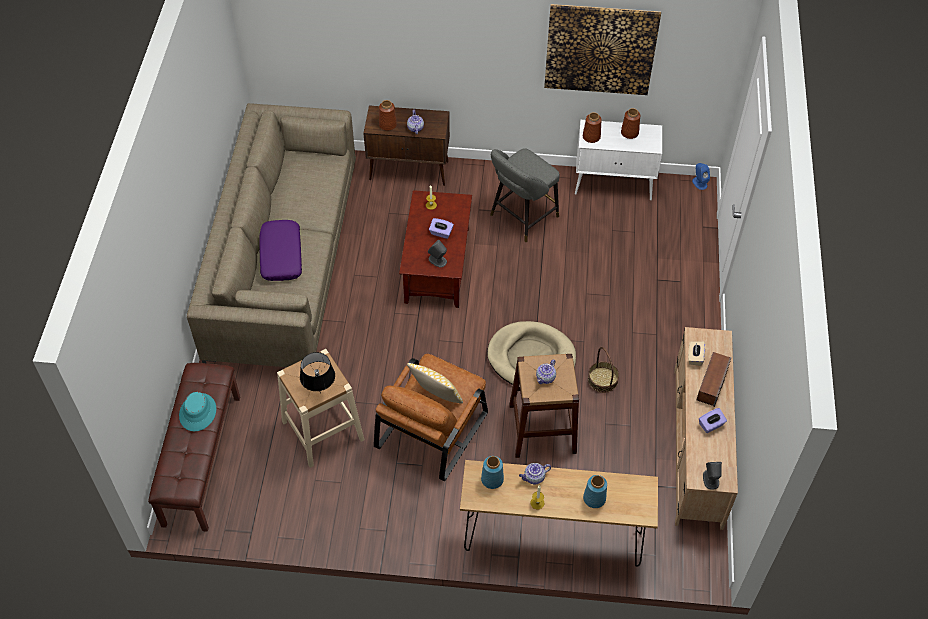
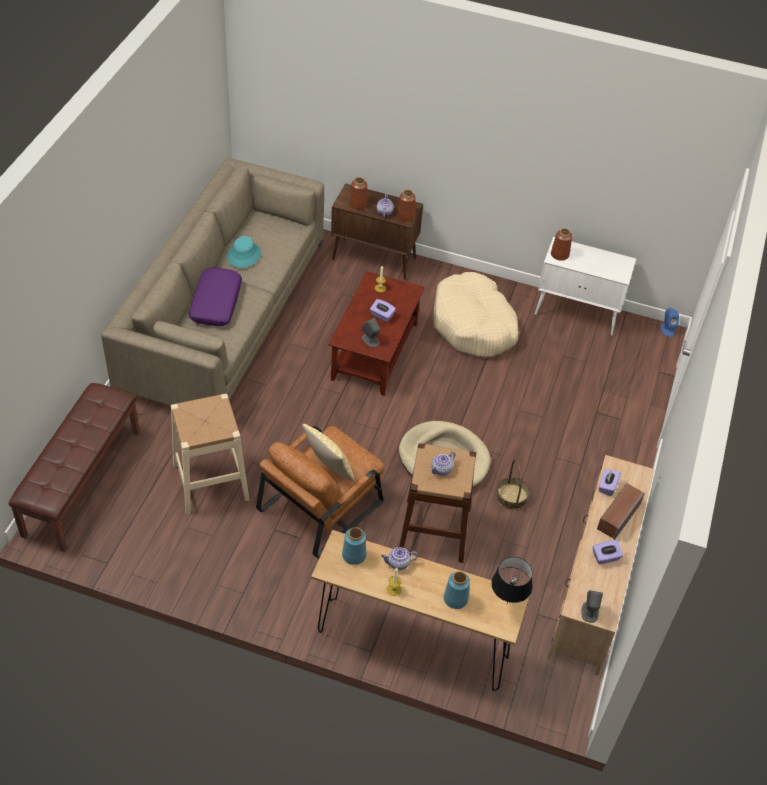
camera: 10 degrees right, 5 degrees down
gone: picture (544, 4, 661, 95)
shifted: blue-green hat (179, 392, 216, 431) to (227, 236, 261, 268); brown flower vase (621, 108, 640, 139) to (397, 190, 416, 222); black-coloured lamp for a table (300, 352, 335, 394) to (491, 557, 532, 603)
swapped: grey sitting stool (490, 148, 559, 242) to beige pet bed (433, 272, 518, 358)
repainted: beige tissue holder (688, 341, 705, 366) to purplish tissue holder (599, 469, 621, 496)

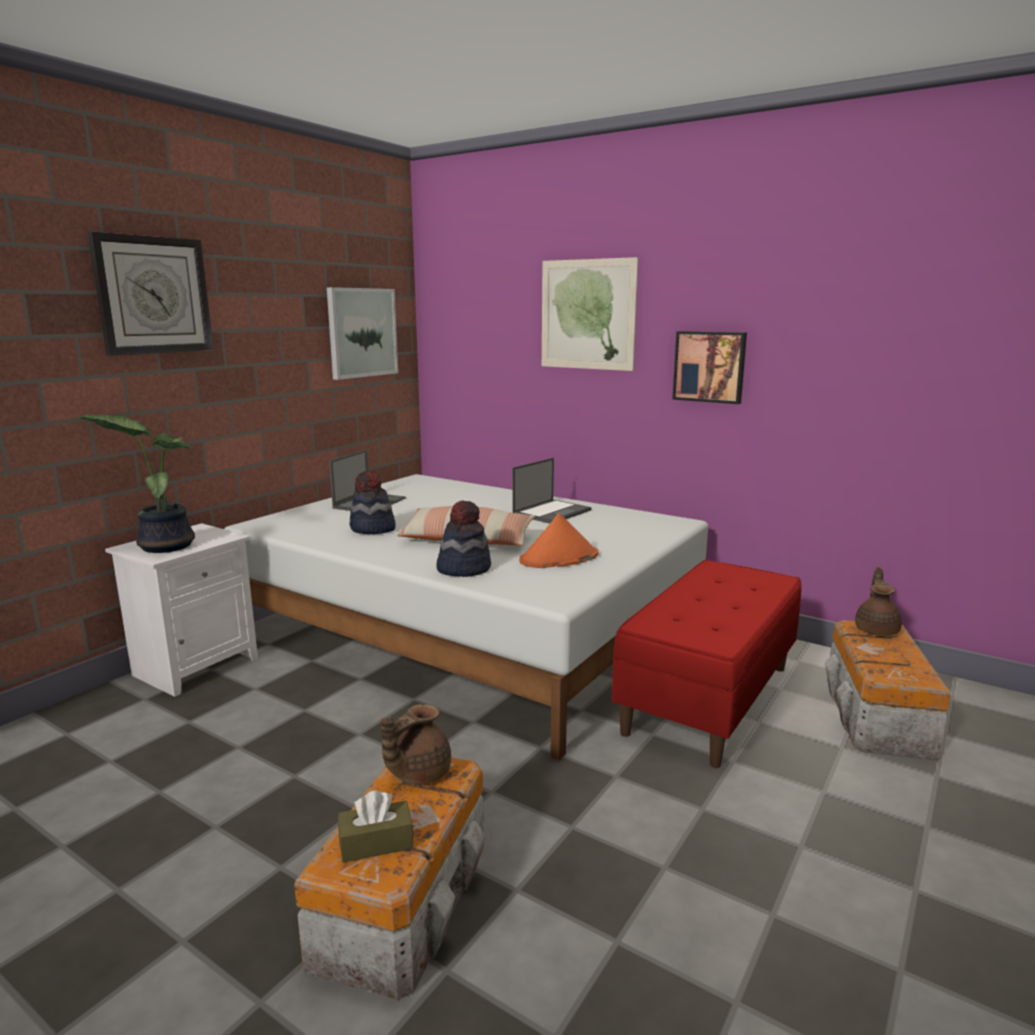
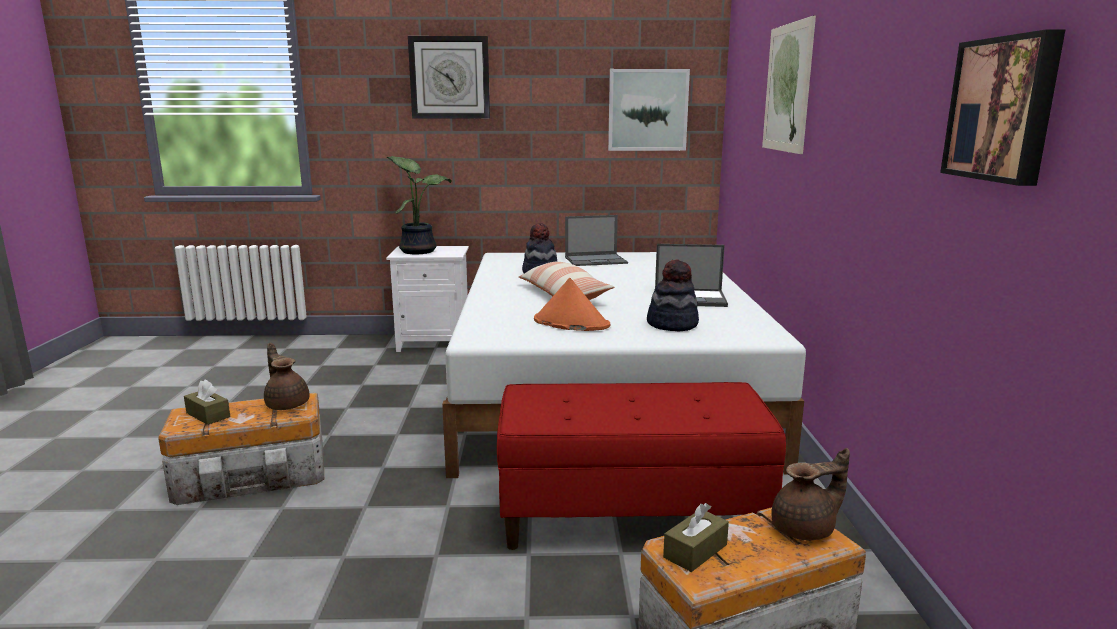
camera: 55 degrees right, 0 degrees up
new: brown tissue holder (663, 503, 729, 572)
shifted: hat (436, 501, 491, 577) to (647, 259, 699, 331); picture (672, 331, 747, 404) to (940, 29, 1066, 186)
rotated: brown pot for tea (381, 704, 451, 784) = (264, 343, 309, 410) 45 degrees clockwise

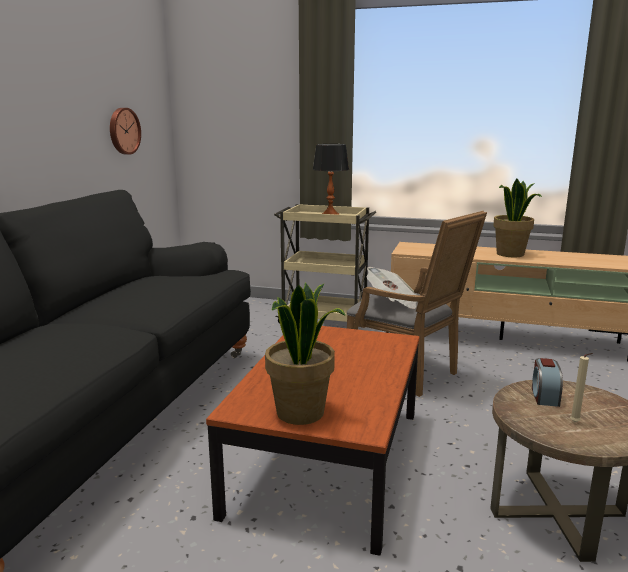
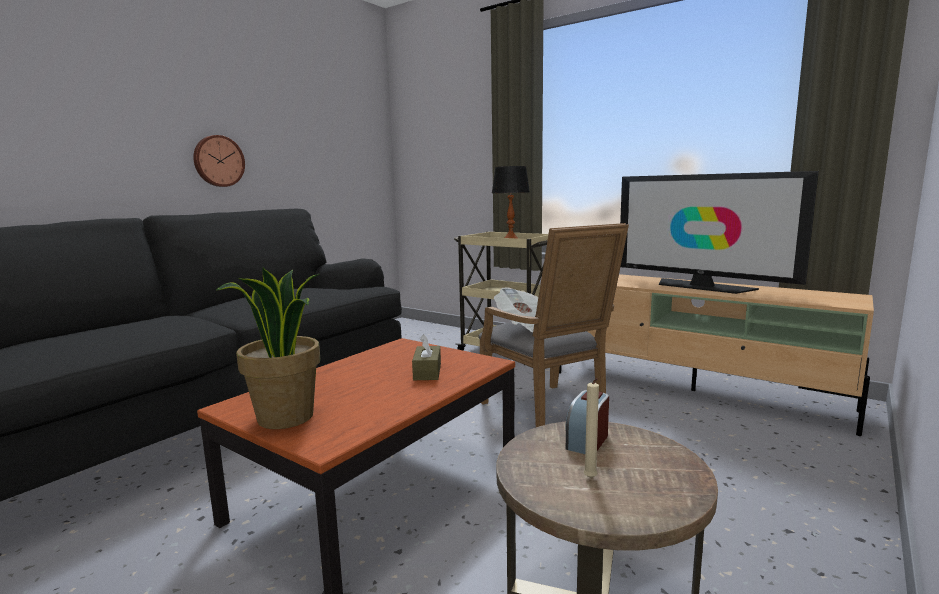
camera: 20 degrees right, 5 degrees down
new: brown tissue holder (412, 334, 441, 380)
shifted: clock on the wall (110, 108, 141, 155) to (193, 135, 245, 187)
swapped: houseplant (493, 179, 542, 257) to television (620, 171, 819, 294)

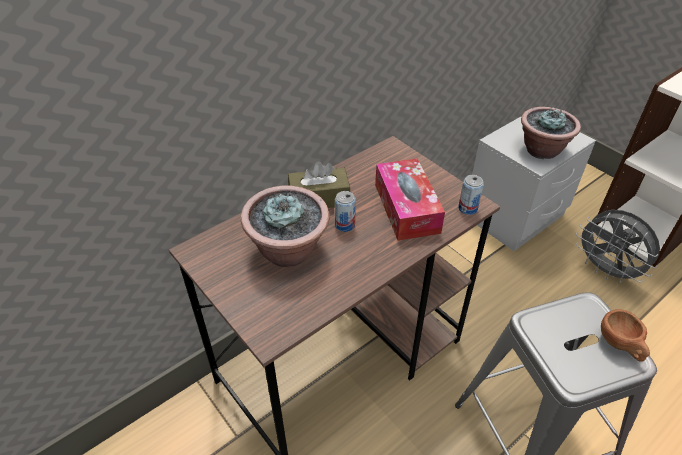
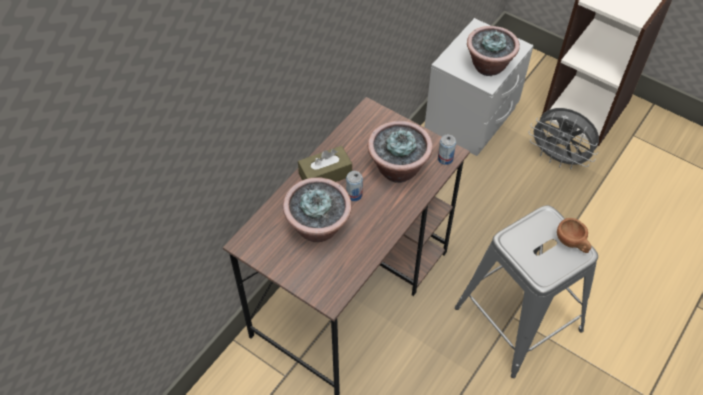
camera: 15 degrees left, 10 degrees up
swapped: tissue holder (375, 158, 445, 241) to houseplant (368, 121, 433, 183)

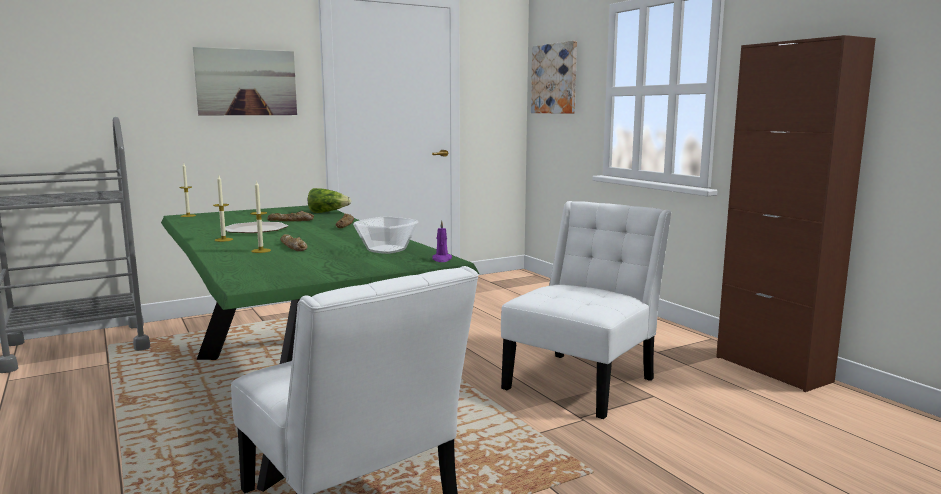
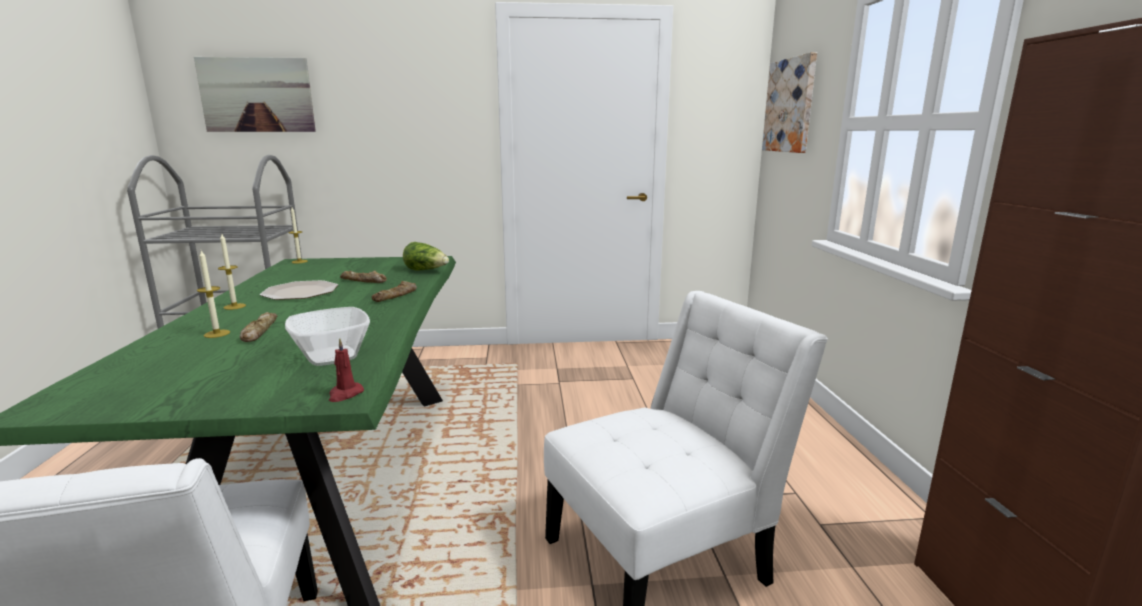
camera: 25 degrees right, 5 degrees up
shifted: picture (193, 47, 297, 115) to (194, 57, 316, 132)
repainted: purplish candle (432, 220, 452, 262) to red candle (329, 338, 364, 402)

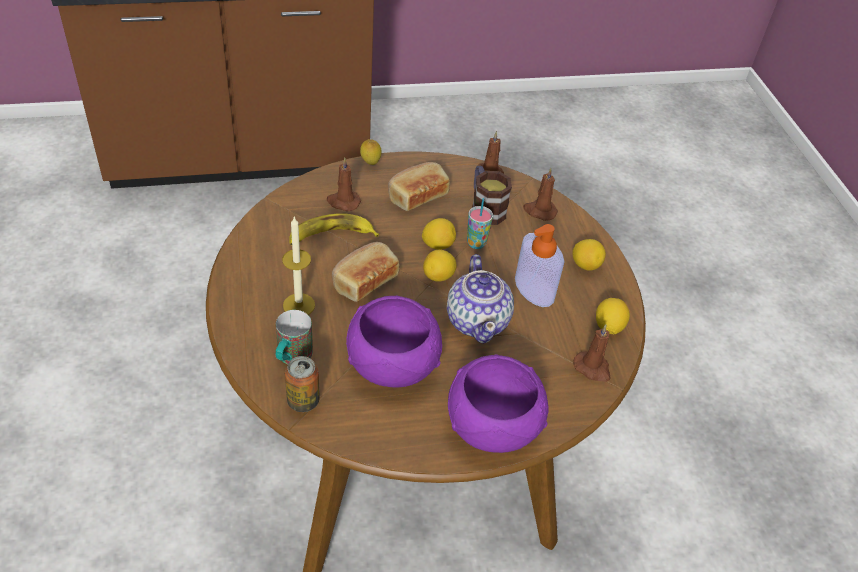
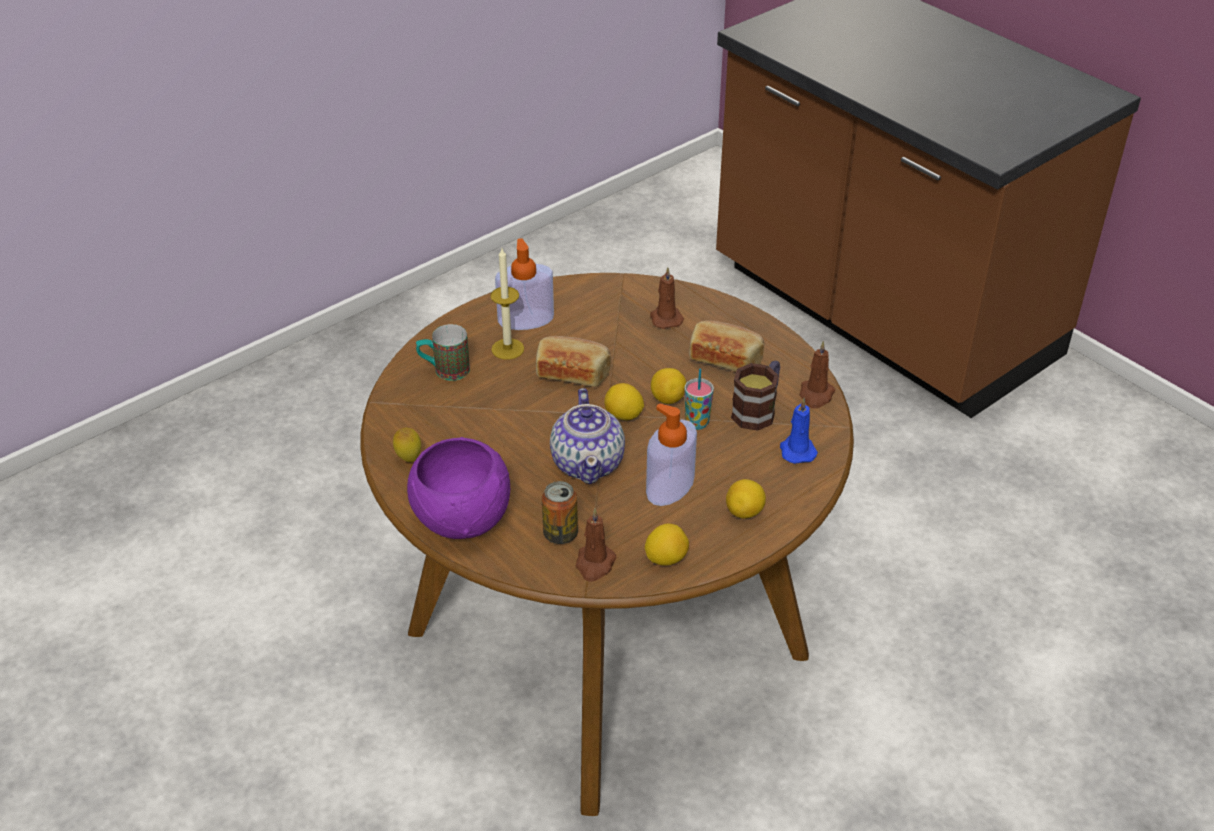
camera: 65 degrees right, 5 degrees down
gone: banana (289, 213, 379, 245); purplish serving bowl (346, 296, 442, 388)
new: liquid soap bottle (495, 238, 554, 330)
shifted: whole lemon (360, 139, 381, 165) to (393, 428, 421, 462); metal can (285, 356, 320, 412) to (542, 481, 578, 544)
repainted: brown candle (523, 168, 558, 221) to bluish candle (780, 398, 818, 464)
rotated: pot for tea (447, 254, 514, 344) = (550, 388, 625, 484) 60 degrees counterclockwise

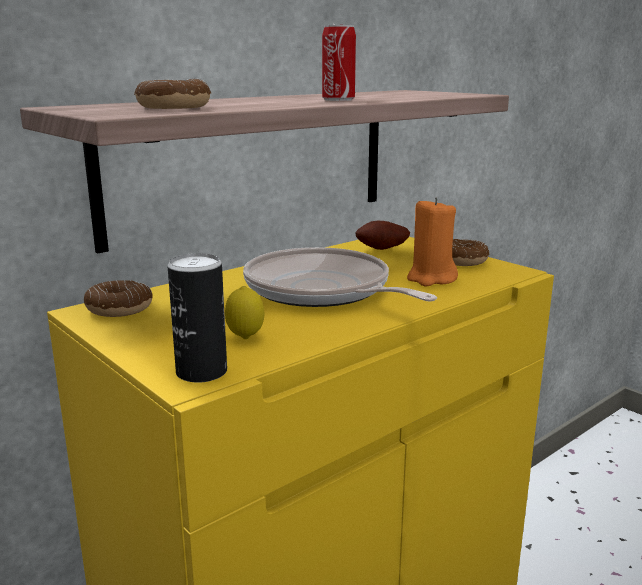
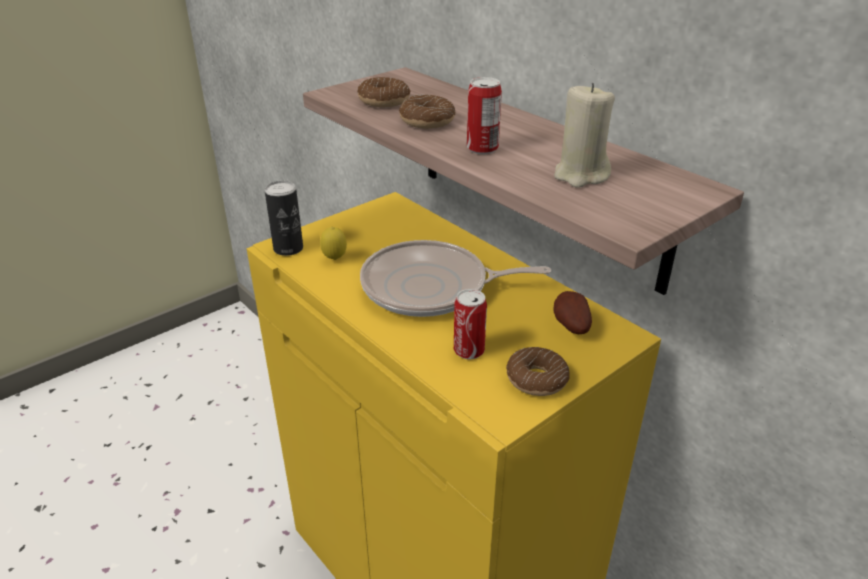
camera: 90 degrees right, 15 degrees up
new: beige candle (554, 83, 615, 188)
shifted: ring doughnut (84, 280, 153, 317) to (399, 95, 455, 129)
swapped: orange candle (407, 197, 458, 286) to metal can (454, 289, 487, 359)
rotated: pan (243, 247, 437, 307) = (360, 240, 551, 317) 135 degrees counterclockwise

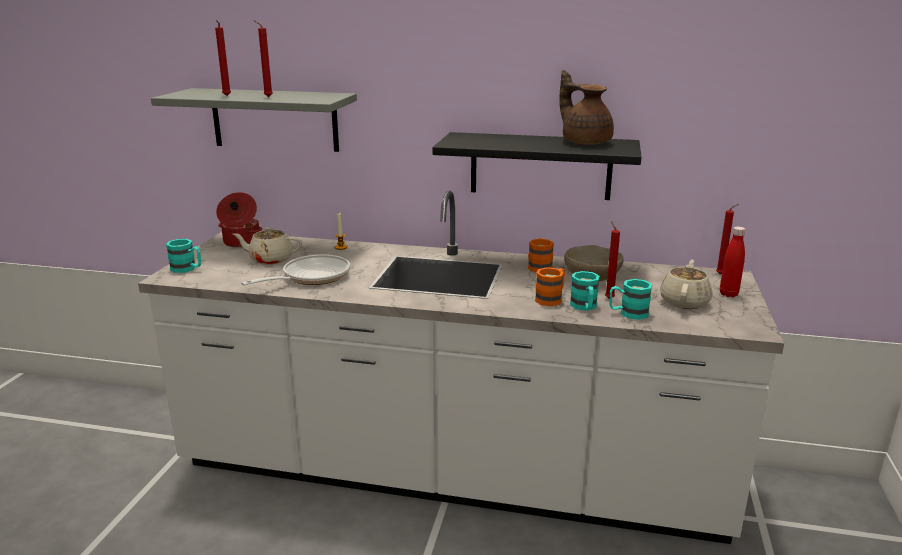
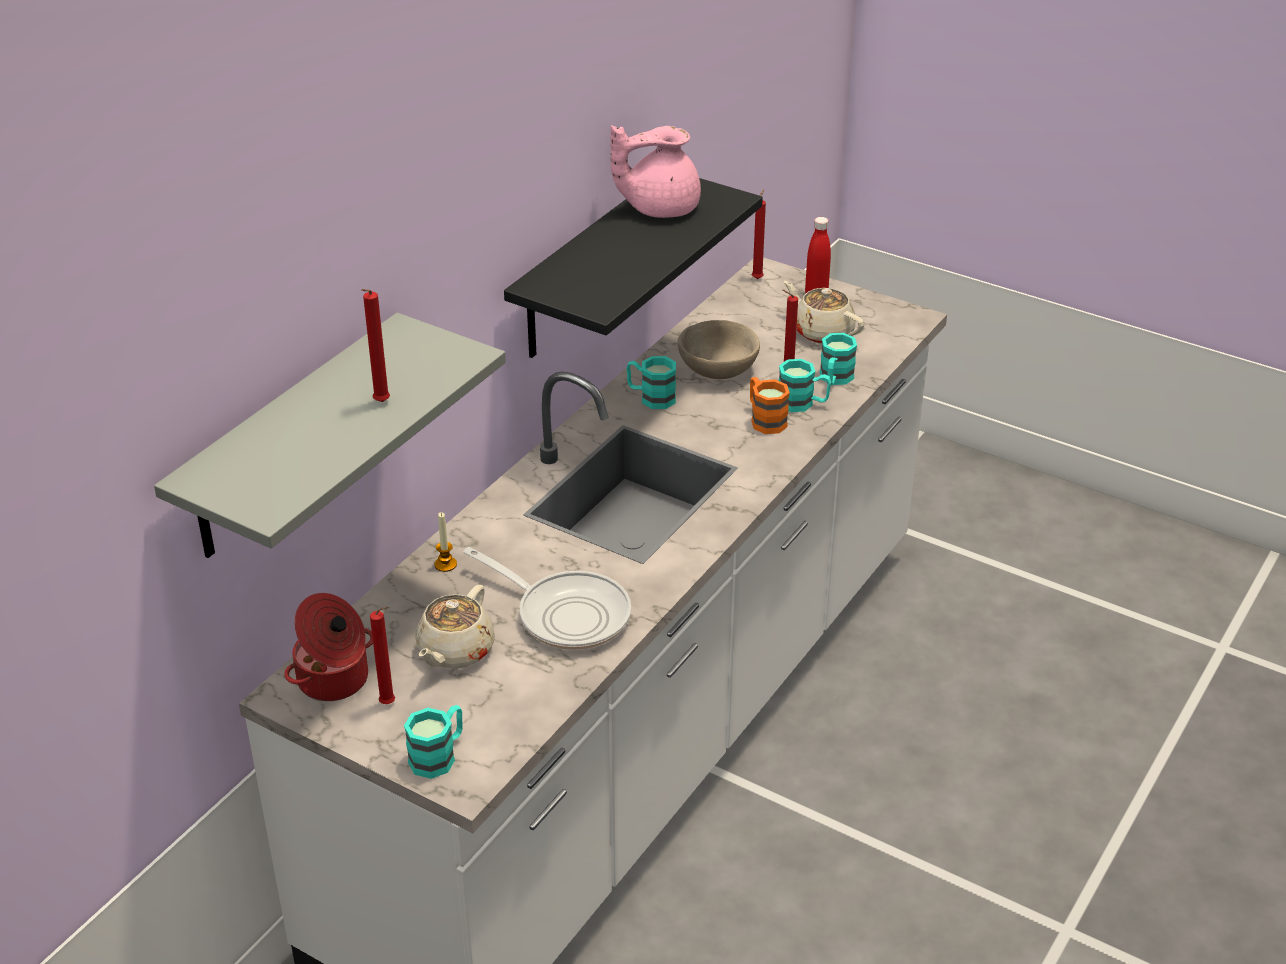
camera: 70 degrees left, 15 degrees up
shifted: red candle (215, 20, 231, 96) to (370, 607, 395, 704)
repainted: brown pot for tea (559, 70, 614, 145) to pink pot for tea (611, 125, 701, 218); orange coffee mug (528, 238, 554, 272) to blue-green coffee mug (626, 356, 676, 409)
rotated: pan (241, 254, 350, 286) = (463, 547, 631, 650) 150 degrees clockwise

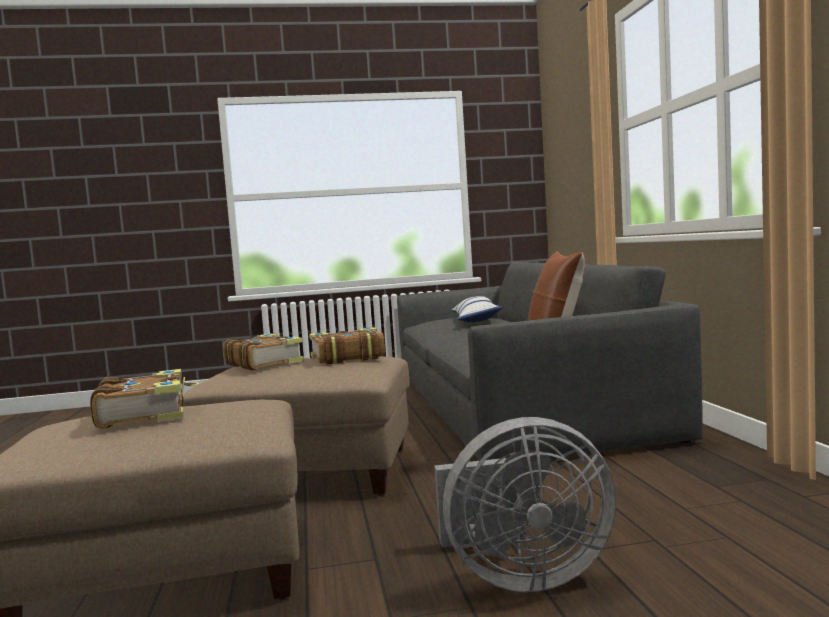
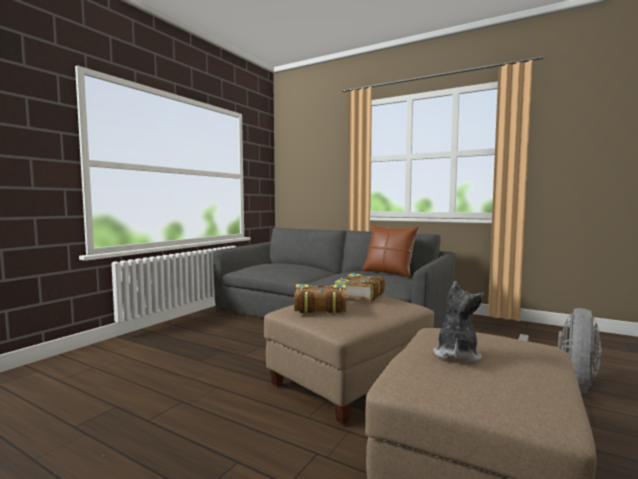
camera: 50 degrees left, 0 degrees up
gone: throw pillow (451, 296, 503, 322)
swapped: book (90, 369, 200, 429) to cuddly toy (433, 281, 485, 363)

